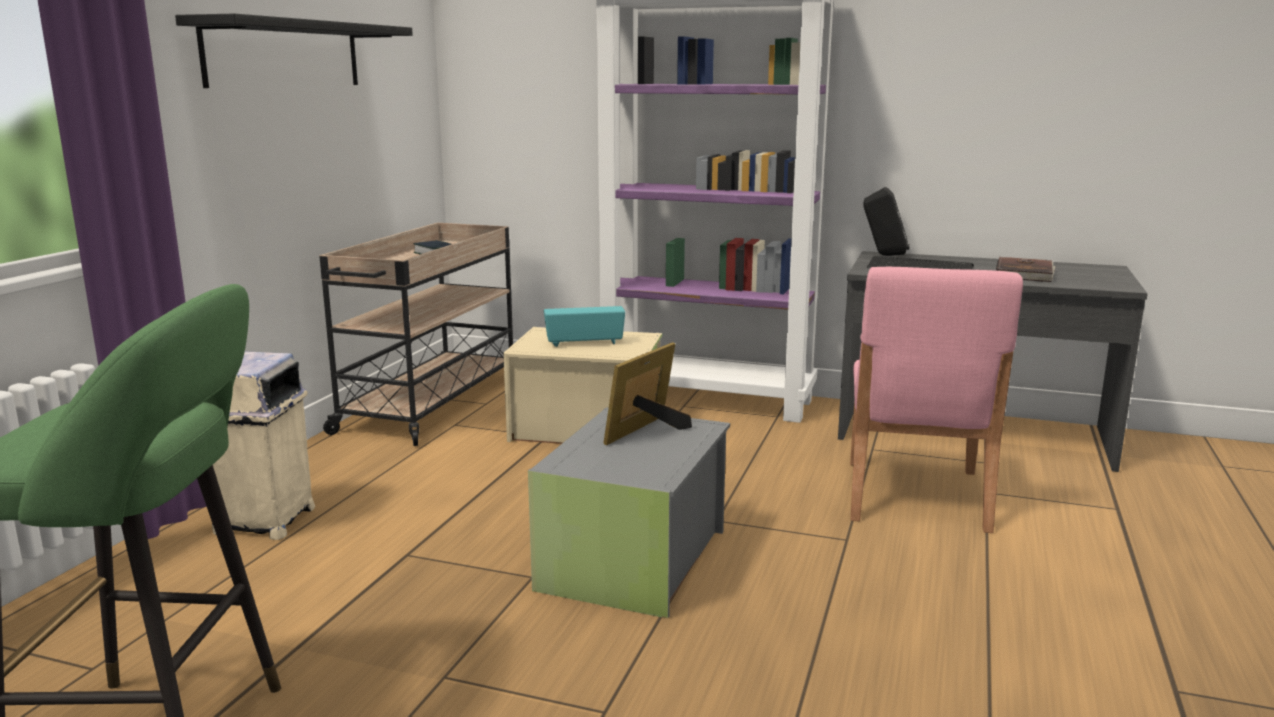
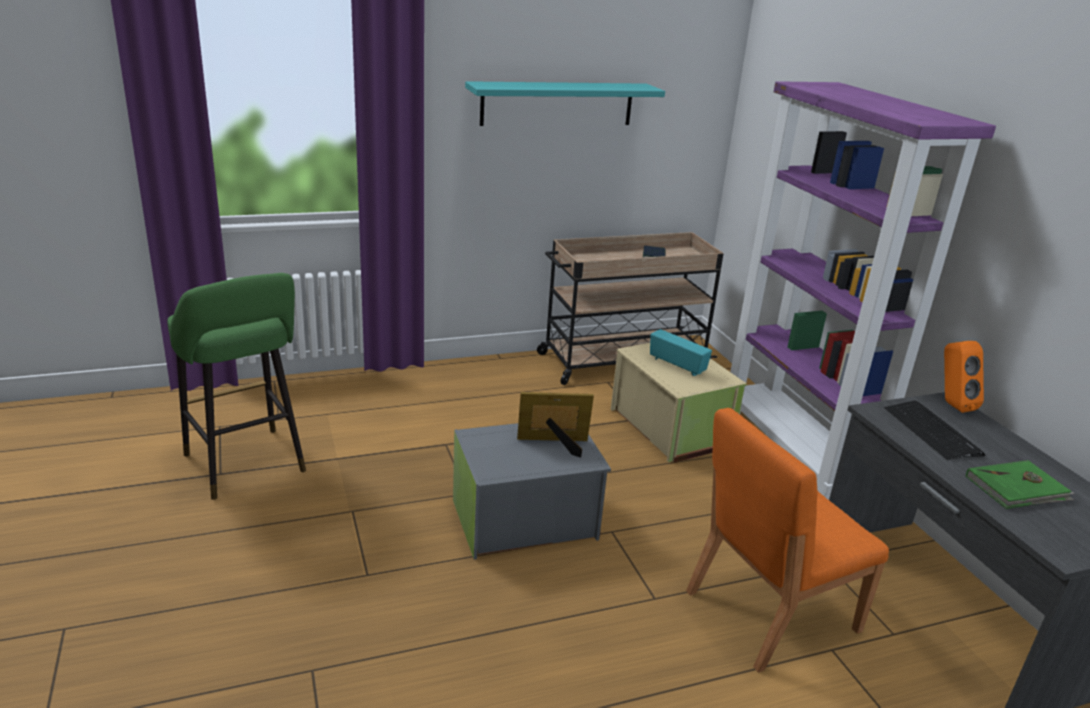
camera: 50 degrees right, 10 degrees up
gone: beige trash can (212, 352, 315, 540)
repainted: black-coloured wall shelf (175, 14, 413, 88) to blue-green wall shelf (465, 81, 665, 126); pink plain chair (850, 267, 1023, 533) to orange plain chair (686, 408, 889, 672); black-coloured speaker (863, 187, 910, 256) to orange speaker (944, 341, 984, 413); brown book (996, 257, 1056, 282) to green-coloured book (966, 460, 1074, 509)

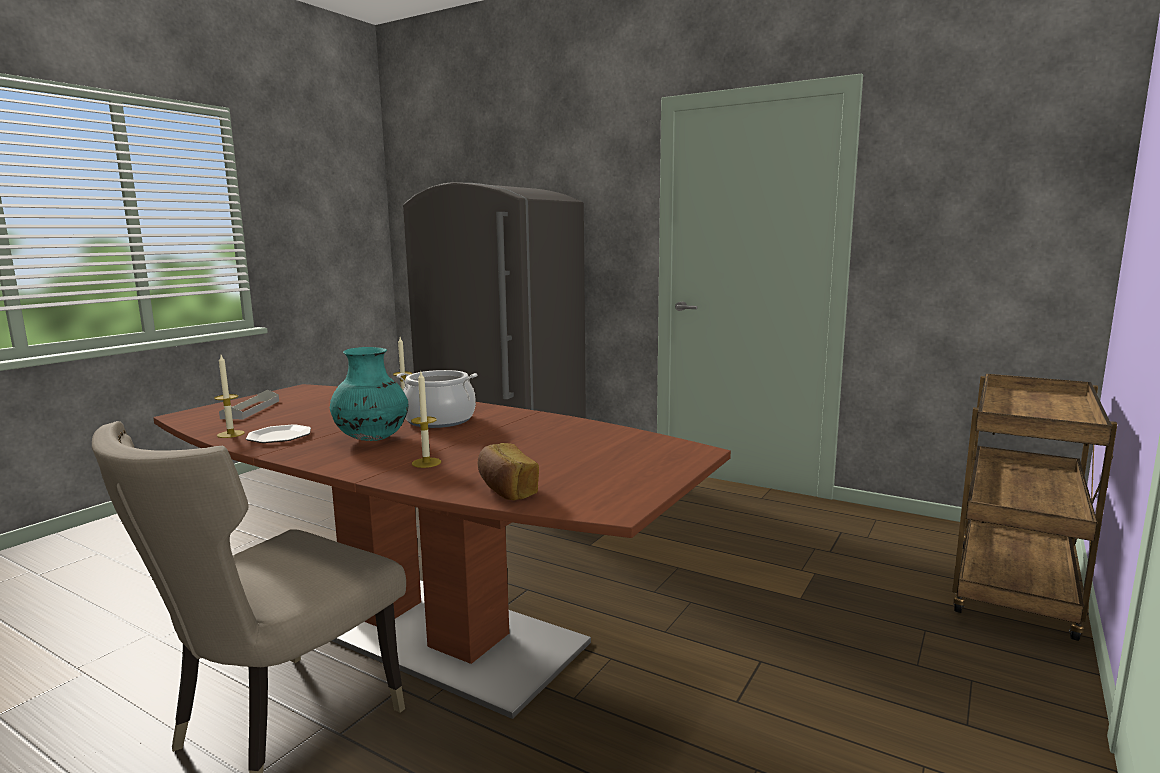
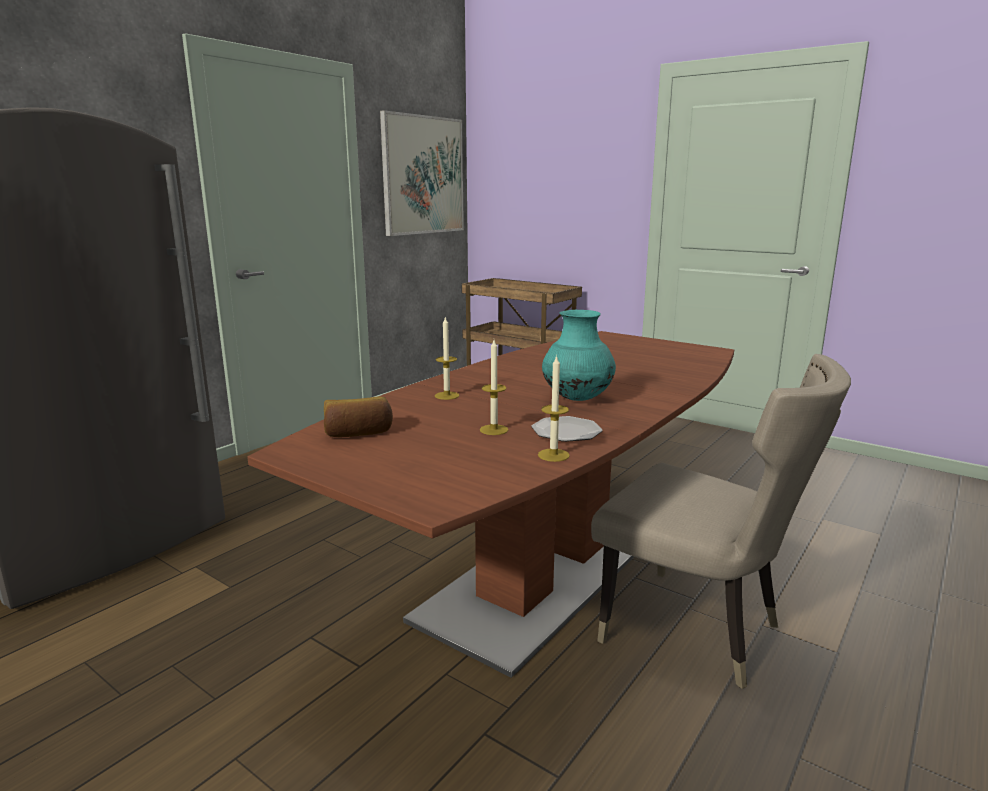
camera: 85 degrees left, 5 degrees up
gone: grey serving tray (219, 390, 279, 419); saucepot (397, 370, 477, 428)
new: picture (380, 110, 464, 236)
shifted: baked bread (478, 443, 539, 500) to (324, 396, 393, 437); candle (411, 372, 441, 468) to (480, 340, 508, 435)

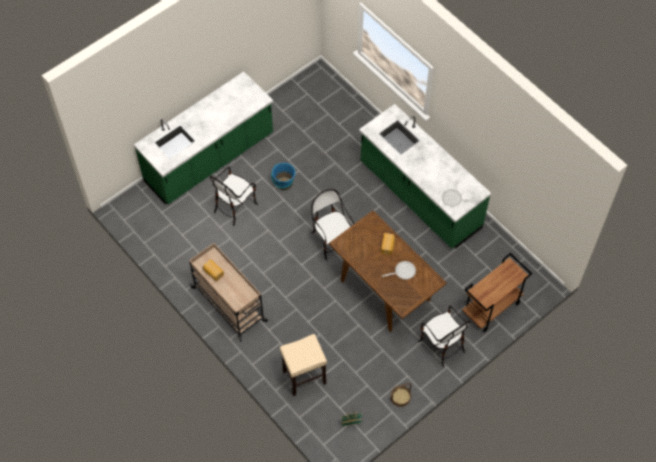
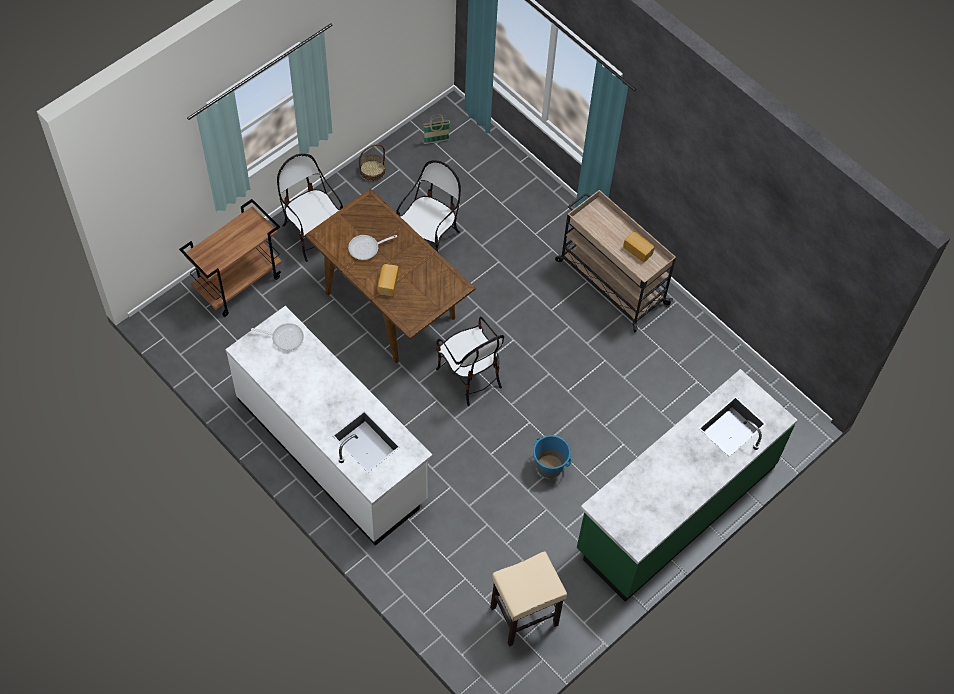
camera: 175 degrees right, 0 degrees up
shifted: plain chair (210, 167, 258, 226) to (396, 160, 461, 252); beige sitting stool (280, 334, 327, 396) to (490, 552, 567, 647)
repainted: green-coloured kitchen base unit (359, 104, 491, 249) to whitish kitchen base unit (225, 306, 433, 546)

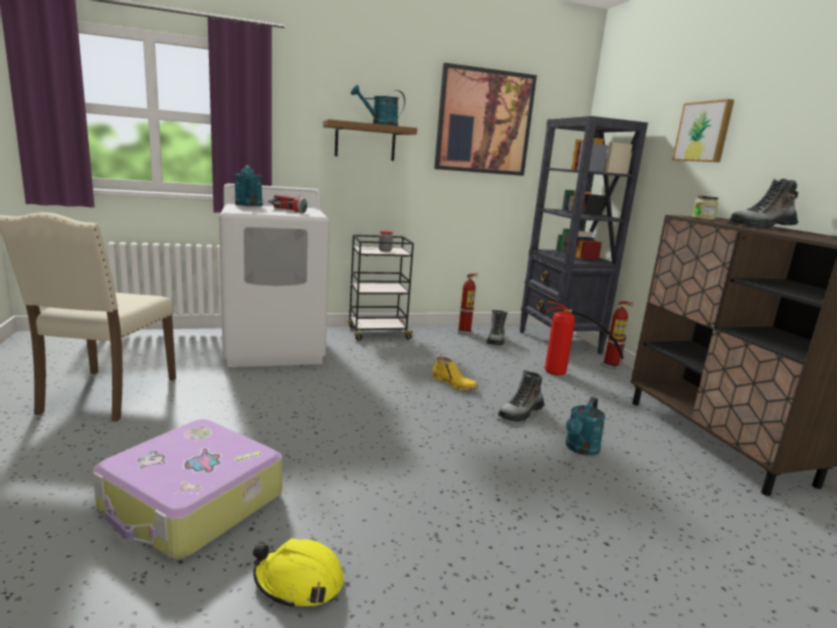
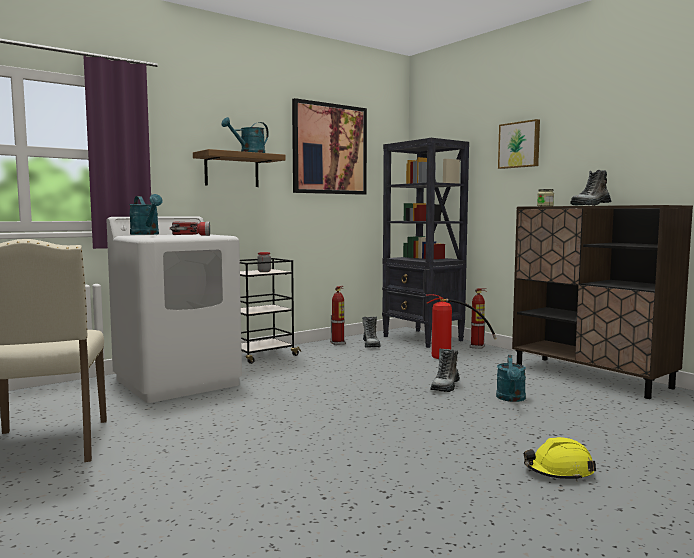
camera: 20 degrees left, 10 degrees down
gone: suitcase (92, 419, 282, 559); yellow high-top boot (432, 357, 478, 390)
shifted: yellow hard hat (253, 538, 344, 609) to (524, 437, 596, 481)

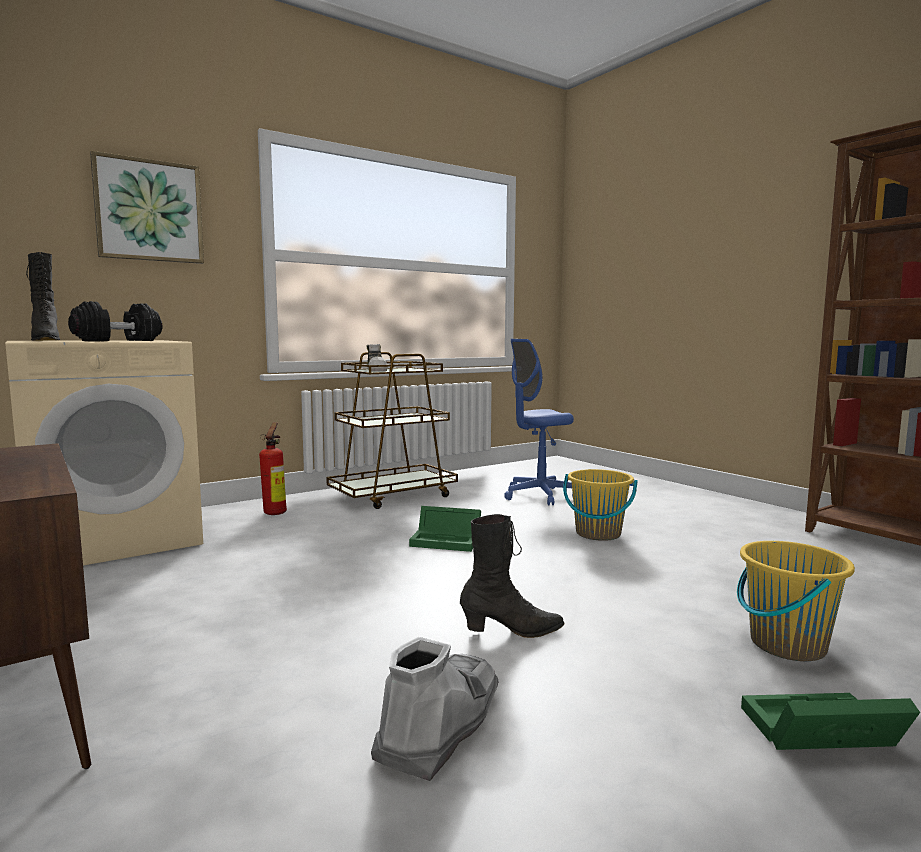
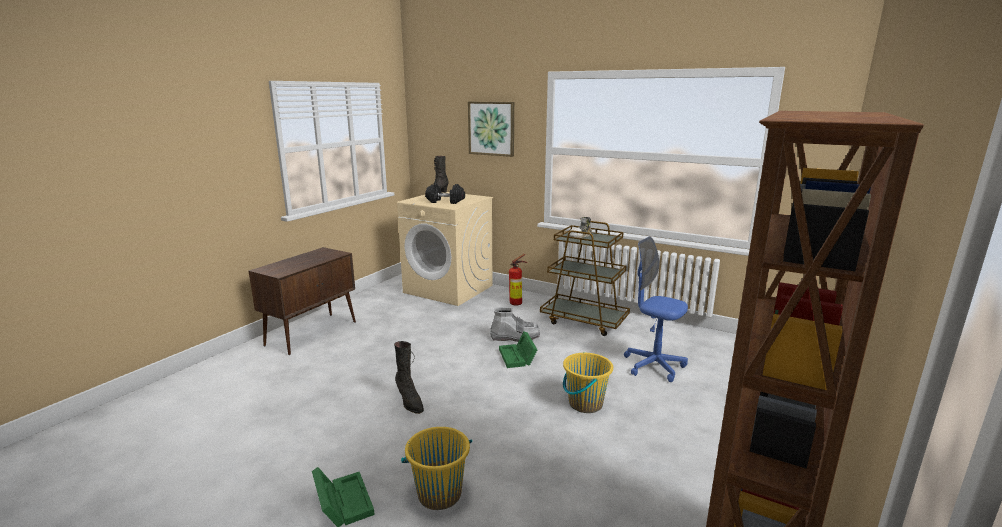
camera: 65 degrees right, 10 degrees up
shifted: grey high-top boot (371, 637, 498, 781) to (490, 307, 540, 342)

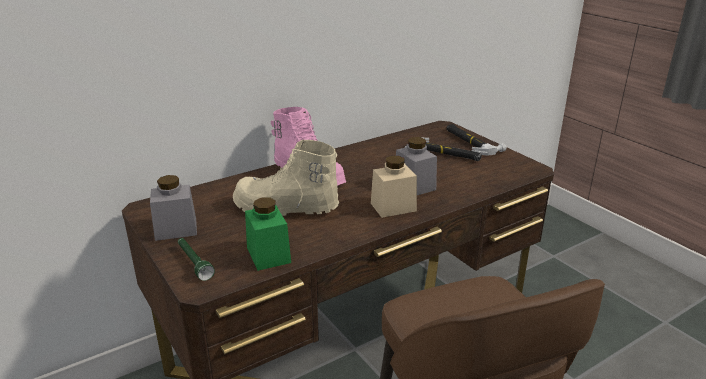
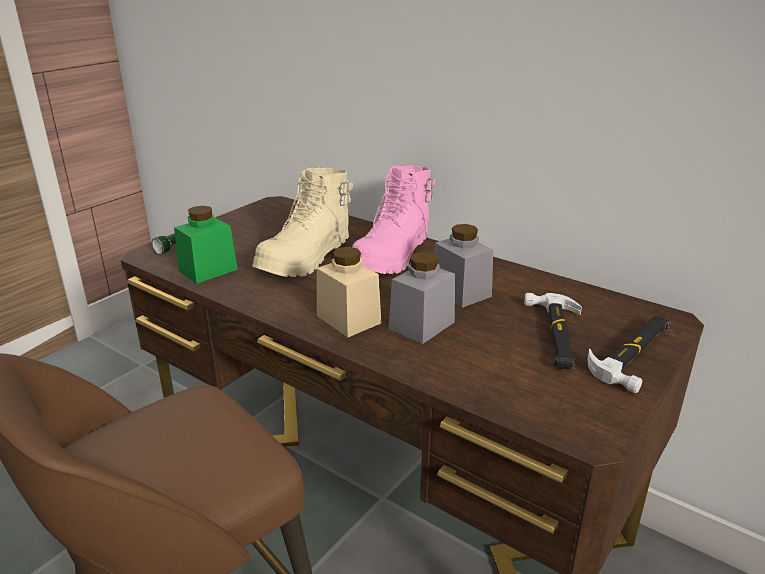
camera: 70 degrees right, 0 degrees up
shifted: grey storage jar (150, 175, 197, 241) to (434, 224, 493, 308)
rotated: beige high-top boot (233, 140, 339, 216) = (252, 167, 353, 277) 135 degrees counterclockwise

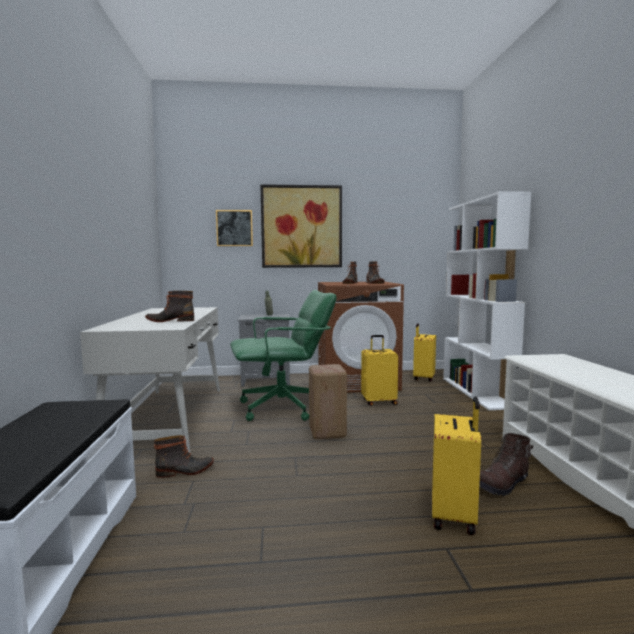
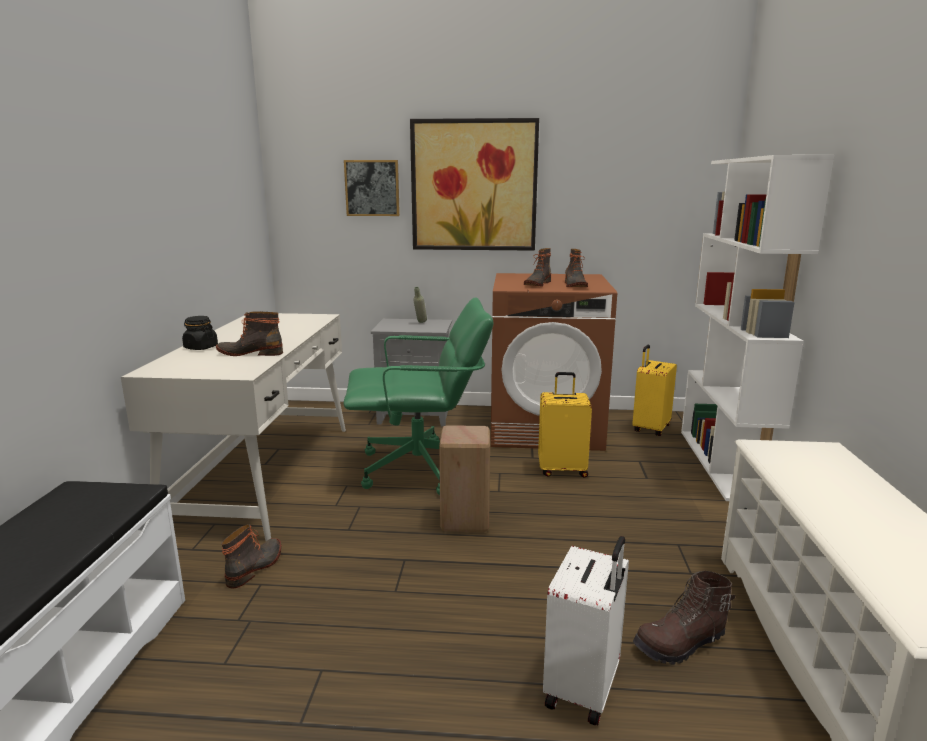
camera: 10 degrees right, 10 degrees up
new: black-coloured storage jar (182, 316, 218, 350)
repainted: yellow suitcase (432, 396, 481, 535) to whitish suitcase (543, 536, 629, 725)
rotated: high-top boot (154, 435, 214, 478) = (221, 524, 281, 589) 60 degrees counterclockwise

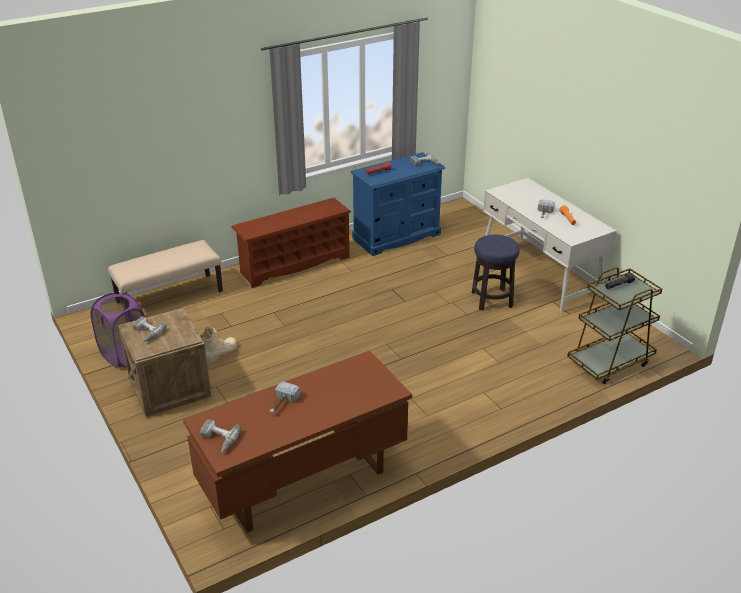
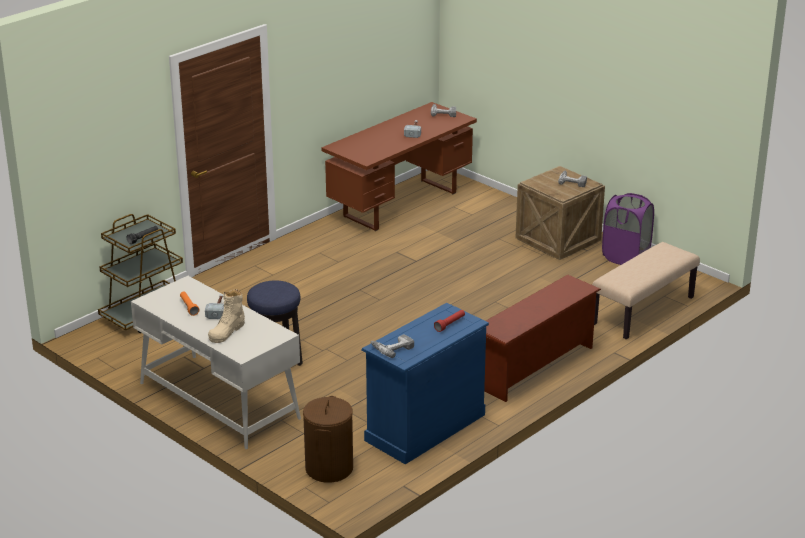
camera: 165 degrees right, 5 degrees down
new: brown washing basket (303, 396, 353, 483)
shifted: beige high-top boot (200, 327, 237, 364) to (208, 289, 245, 343)

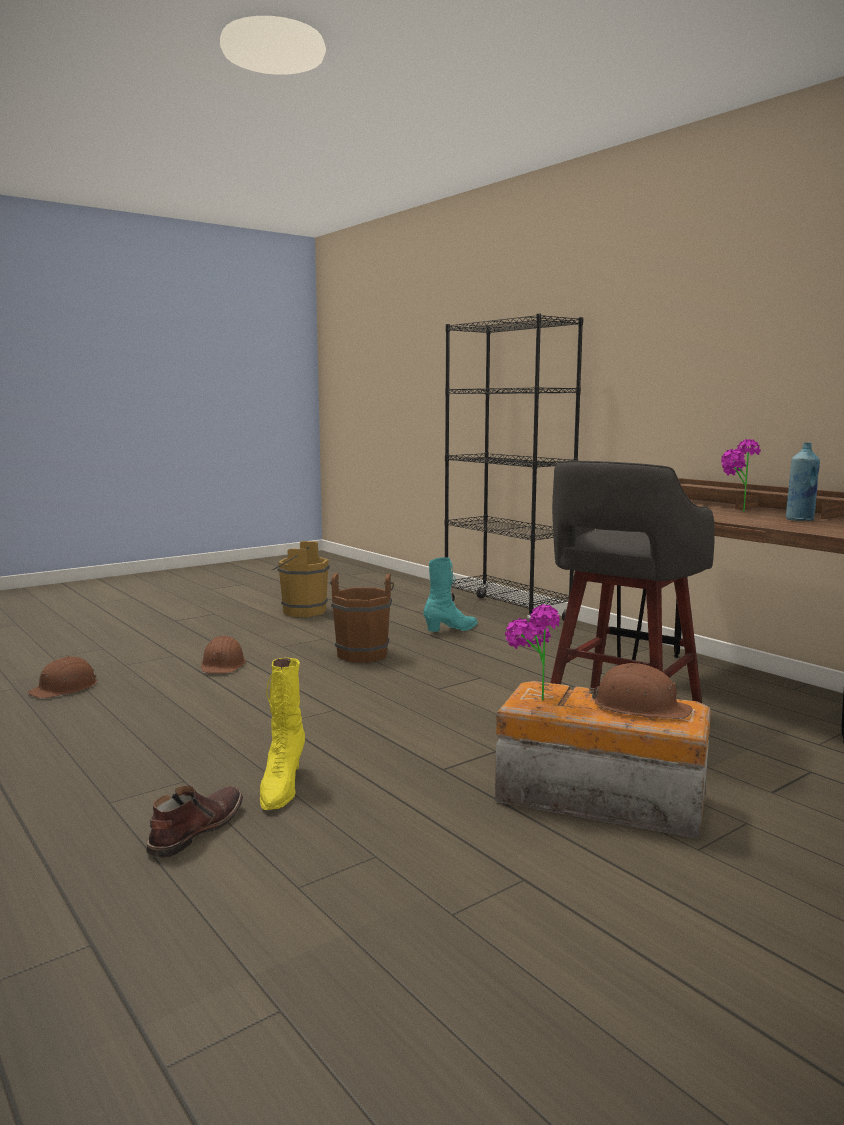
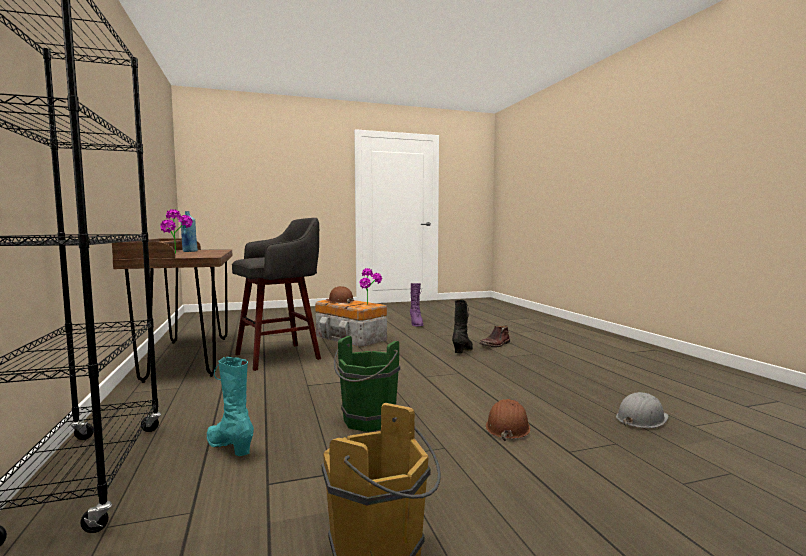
camera: 160 degrees left, 5 degrees down
new: purplish high-top boot (410, 283, 423, 327)
repainted: brown water bucket (330, 573, 394, 663) to green-coloured water bucket (334, 336, 400, 432); yellow high-top boot (260, 658, 305, 810) to black-coloured high-top boot (452, 300, 473, 353); brown hard hat (27, 656, 97, 698) to grey hard hat (616, 392, 669, 428)
rotated: blue-green high-top boot (423, 557, 478, 632) = (207, 357, 254, 456) 60 degrees clockwise

